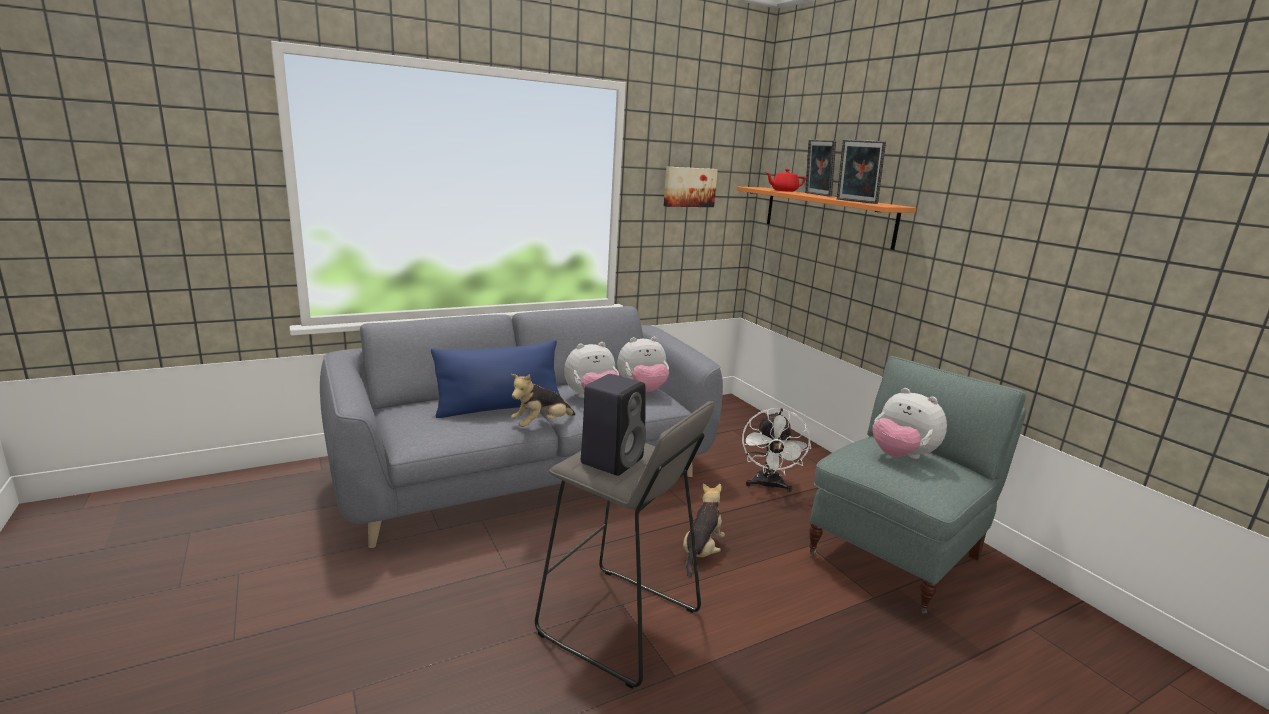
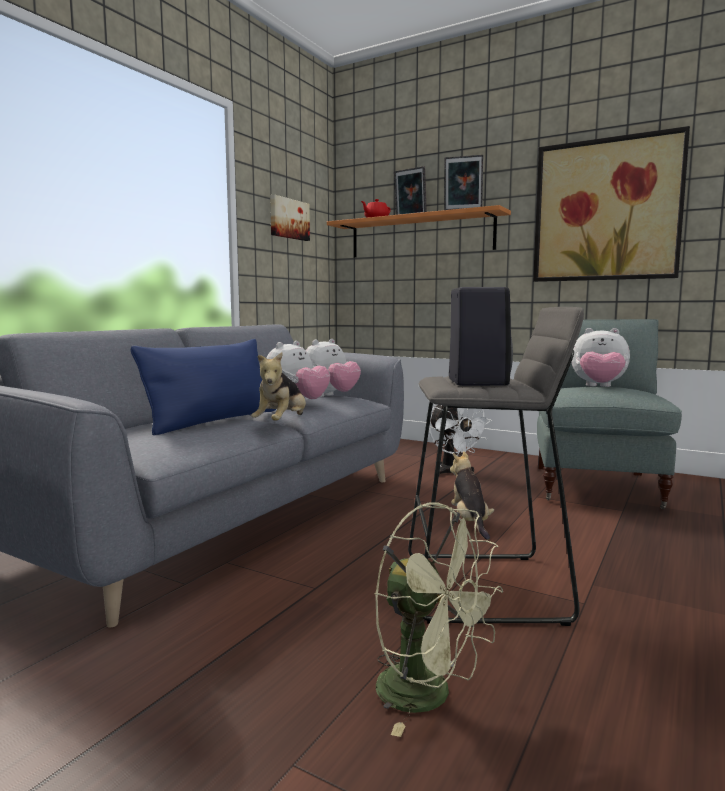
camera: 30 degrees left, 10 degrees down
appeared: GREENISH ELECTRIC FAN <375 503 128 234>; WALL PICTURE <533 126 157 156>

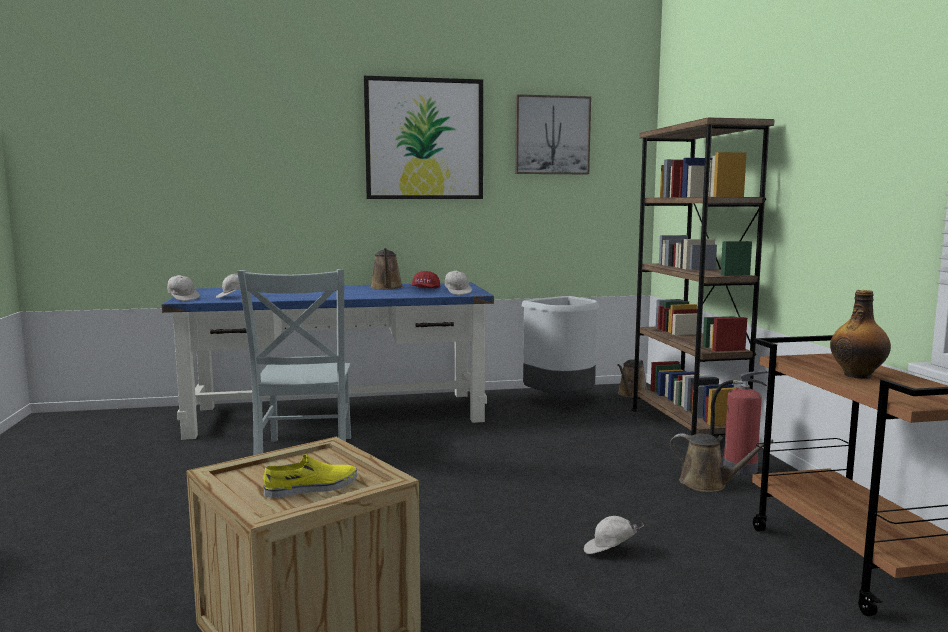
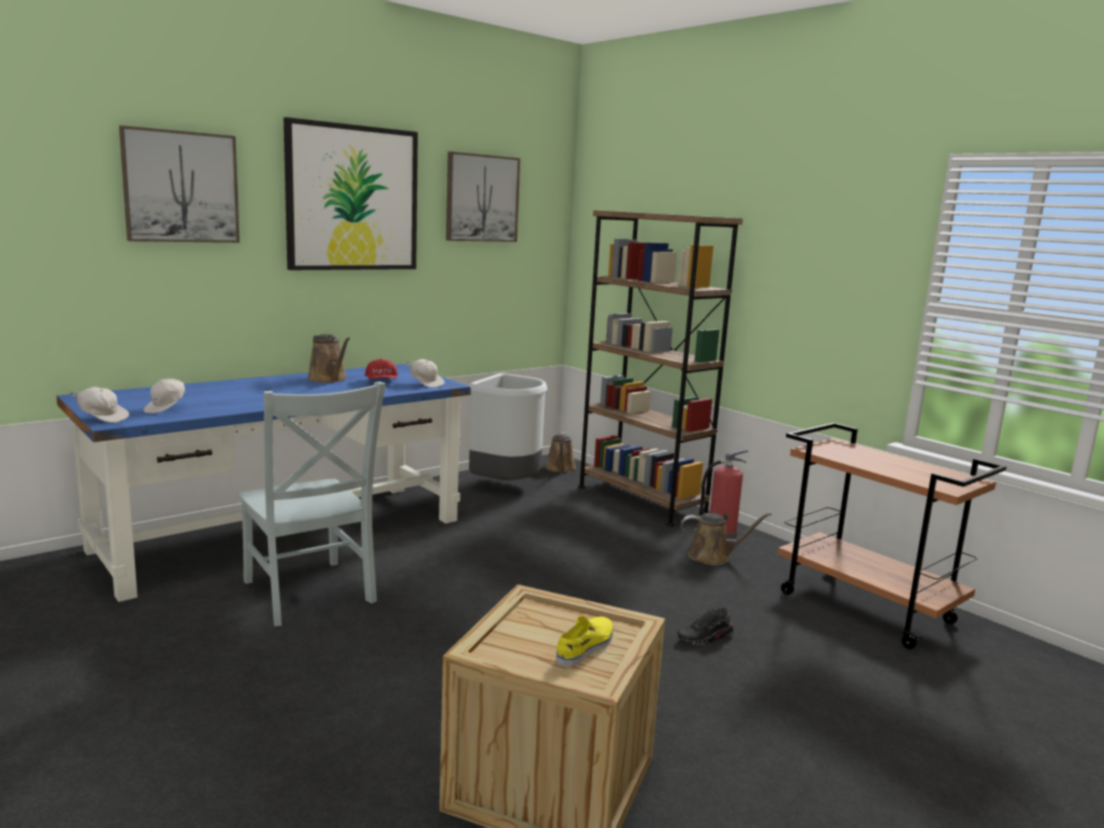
camera: 30 degrees left, 5 degrees up
missing: BOTTLE <830 290 61 89>
appeared: WALL PICTURE <119 125 121 118>
exchanged: WHITISH CAP <584 516 60 38> to BLACK-COLOURED ITEM OF FOOTWEAR <677 608 57 38>

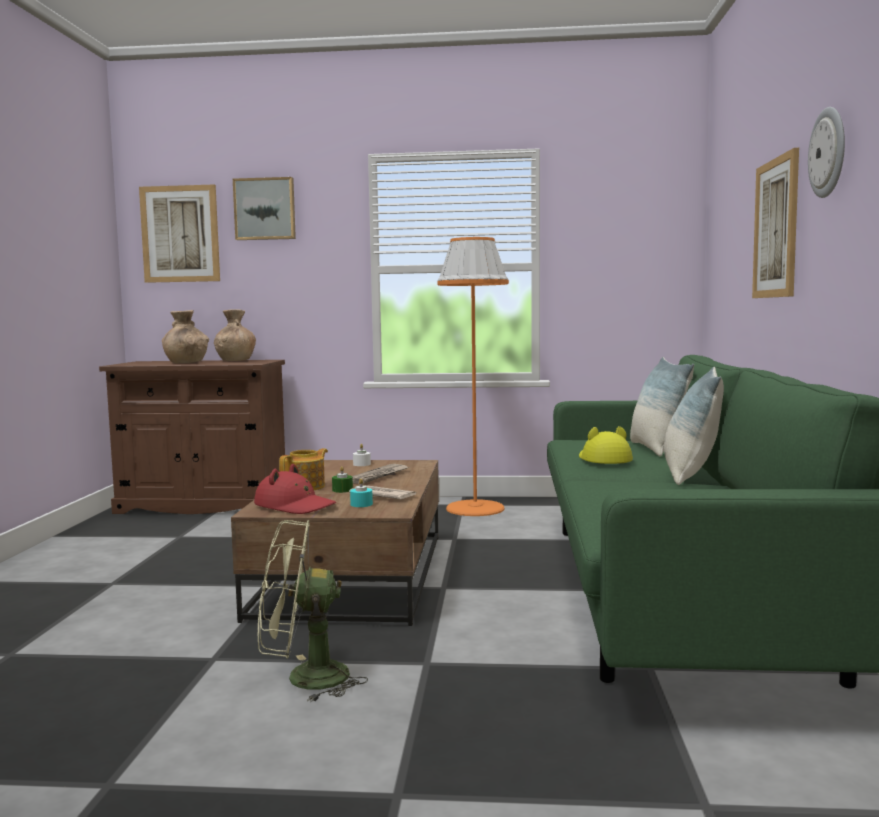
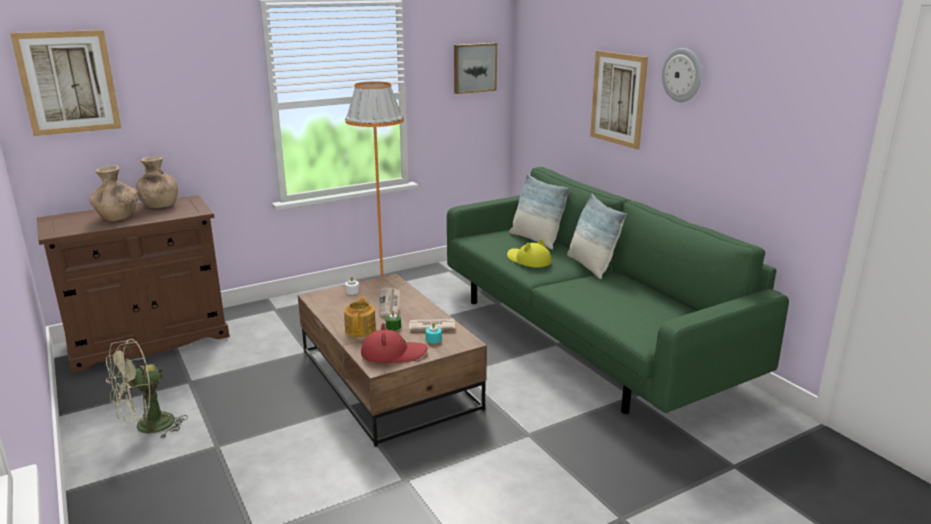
camera: 35 degrees left, 15 degrees up
relocated: GREENISH ELECTRIC FAN <258 520 110 183> to <106 339 82 100>; WALL PICTURE <233 177 63 63> to <454 43 43 51>

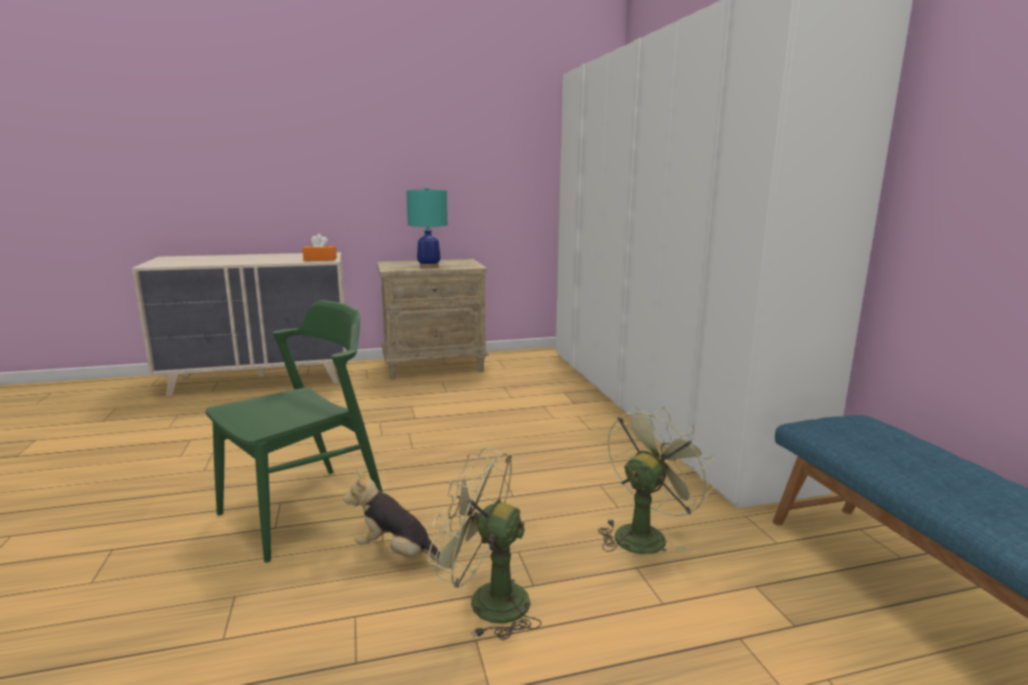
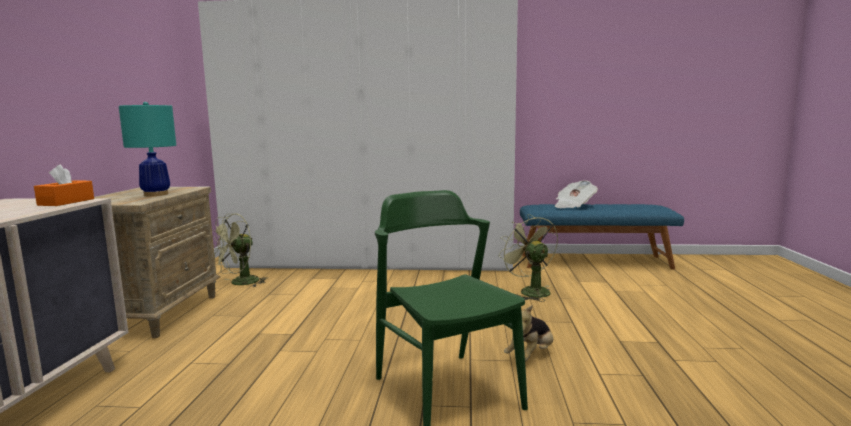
camera: 70 degrees left, 5 degrees down
appeared: PRINTED PAPER <555 180 43 28>
relocated: GREENISH ELECTRIC FAN <428 447 114 193> to <212 213 56 74>

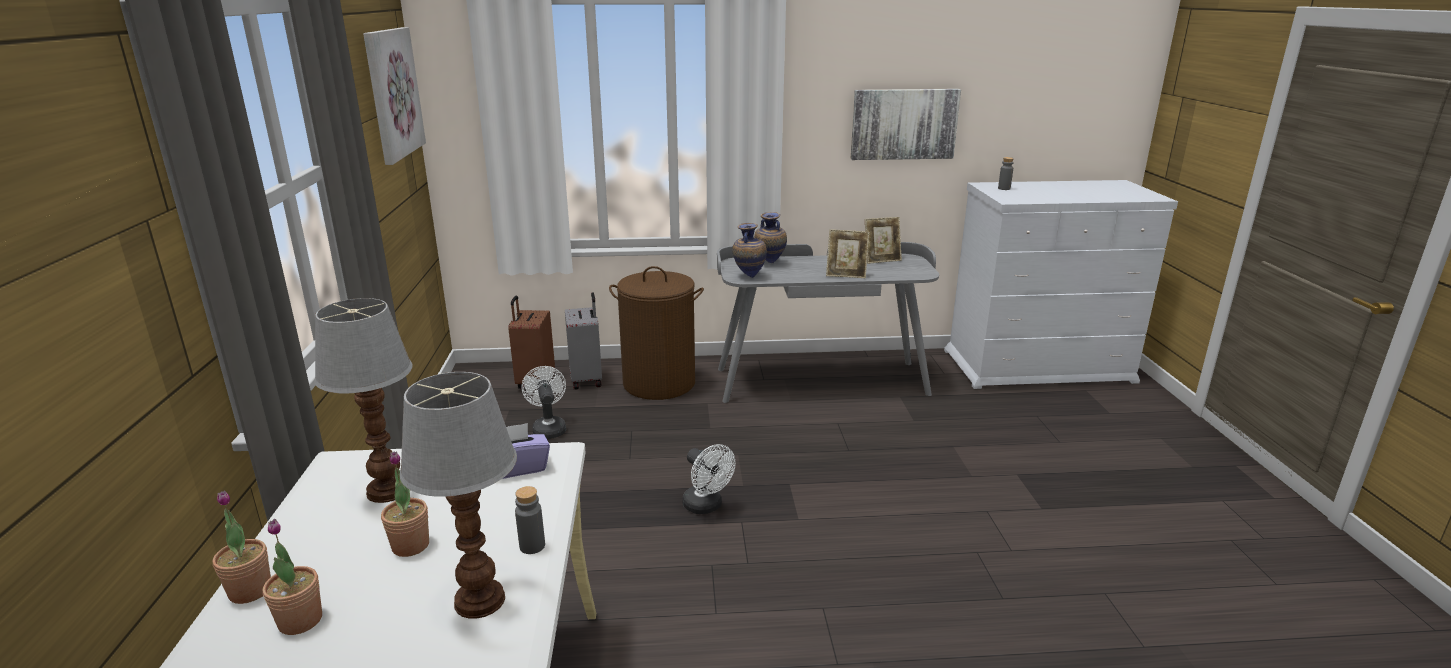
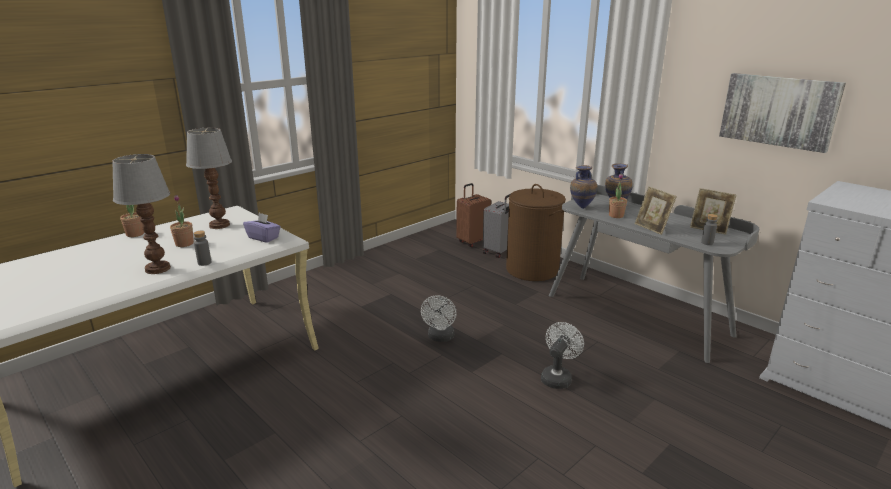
camera: 50 degrees right, 0 degrees up
missing: WALL PICTURE <363 27 63 138>
relocated: WHITISH ELECTRIC FAN <522 366 44 73> to <541 322 43 67>; PLANT IN A POT <262 519 60 116> to <609 174 18 44>; GRAY BOTTLE <998 157 16 33> to <701 214 17 31>

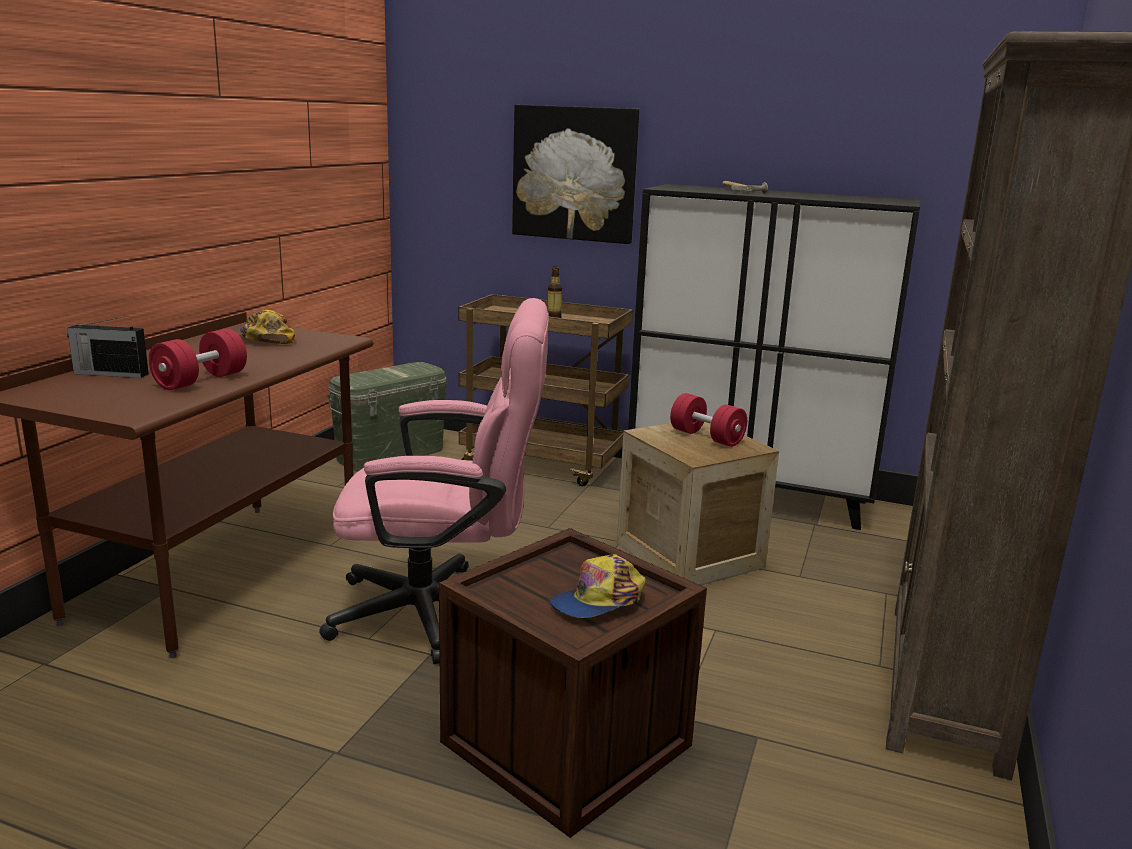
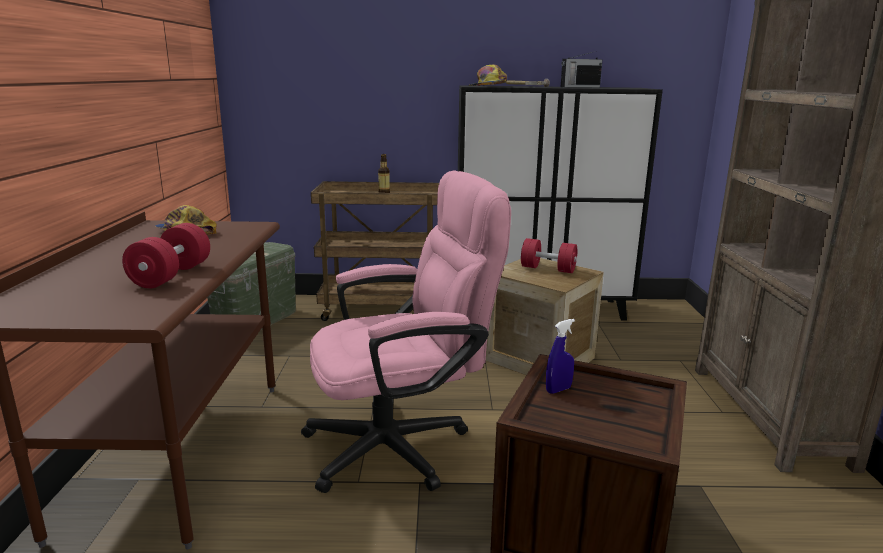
camera: 20 degrees left, 0 degrees up
missing: WALL PICTURE <512 105 127 139>
appeared: BLUE SPRAY BOTTLE <546 319 29 75>
relocated: CAP <549 554 97 64> to <468 65 39 21>; RADIO <67 316 82 62> to <561 51 42 37>

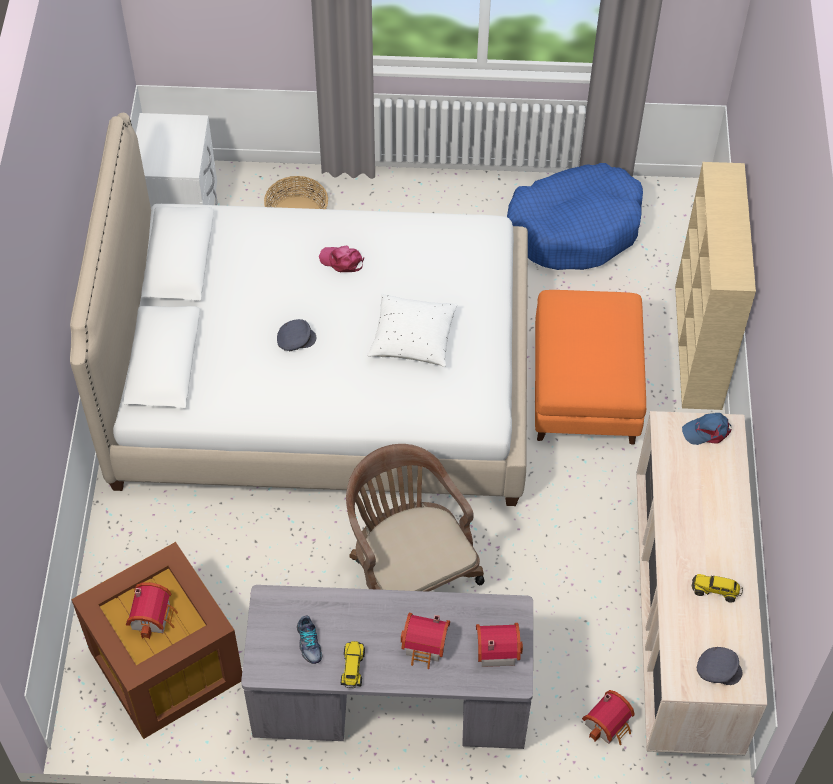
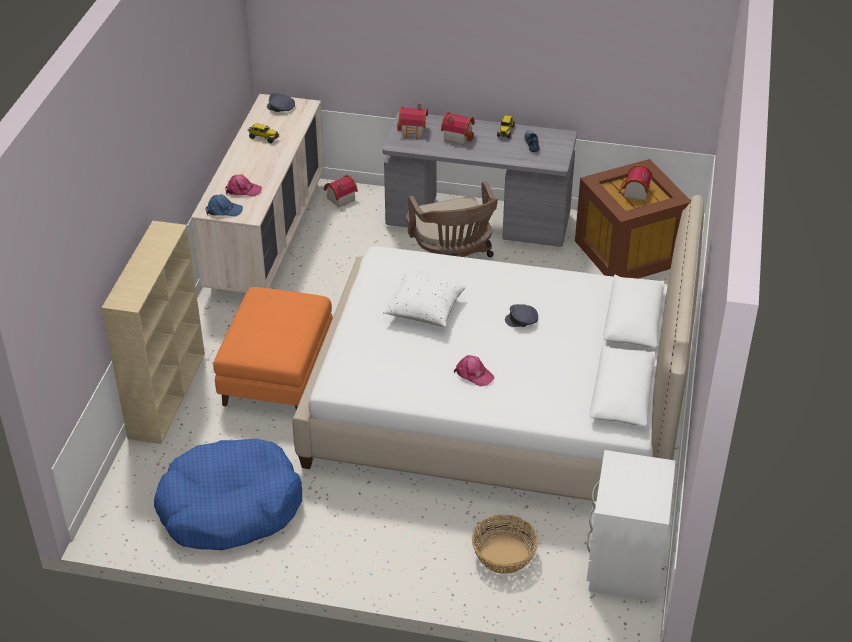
camera: 170 degrees left, 15 degrees down
appeared: PINK-COLOURED CAP <225 174 37 23>

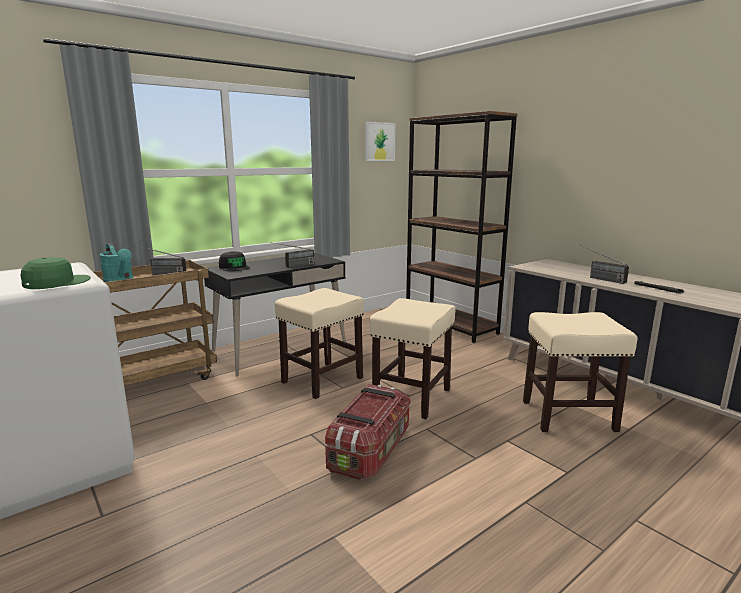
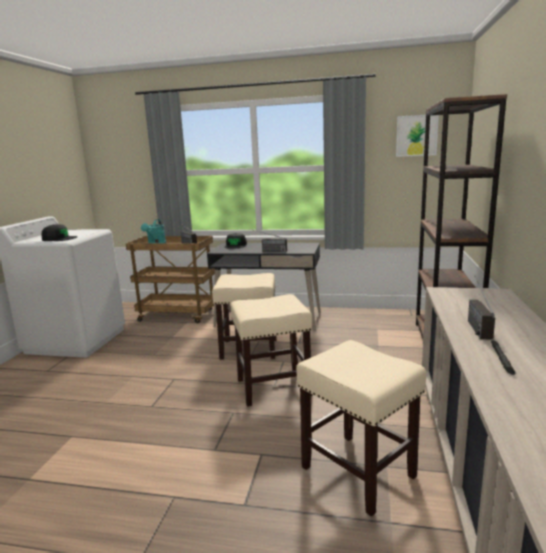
camera: 50 degrees right, 0 degrees up
missing: STORAGE CONTAINER <325 384 85 96>
colour: GREENISH CAP <20 257 71 32> to BLACK-COLOURED CAP <41 224 36 17>

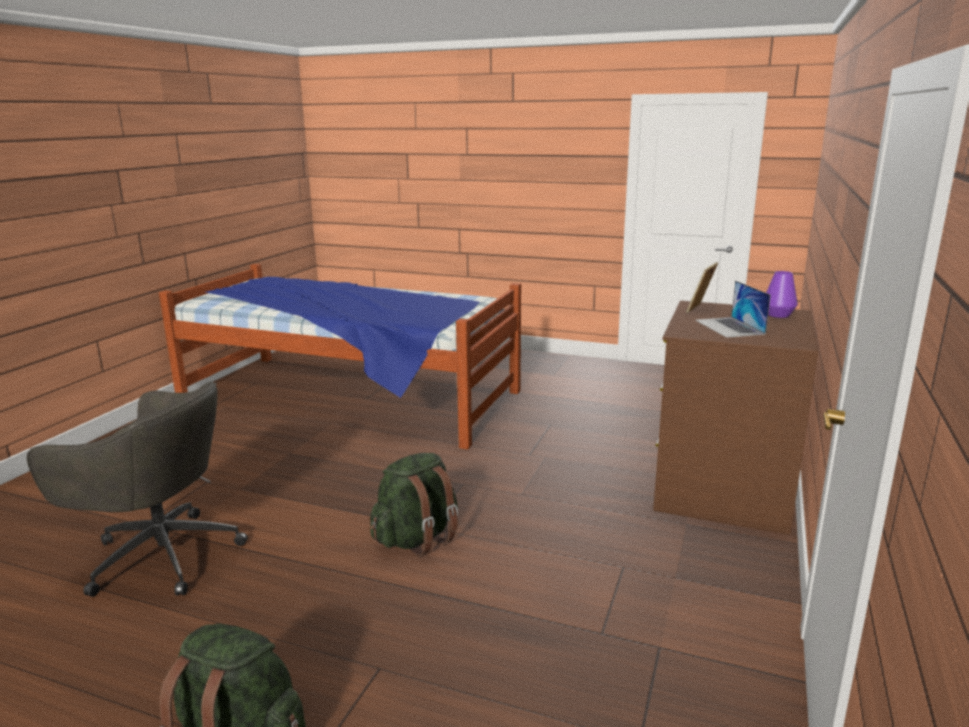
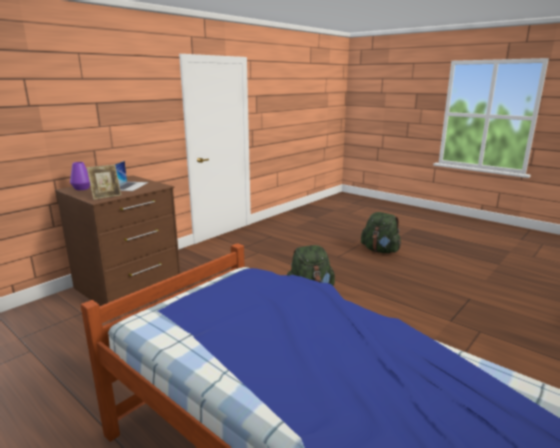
camera: 160 degrees left, 0 degrees up
missing: GRAY DESK CHAIR <27 382 221 215>

